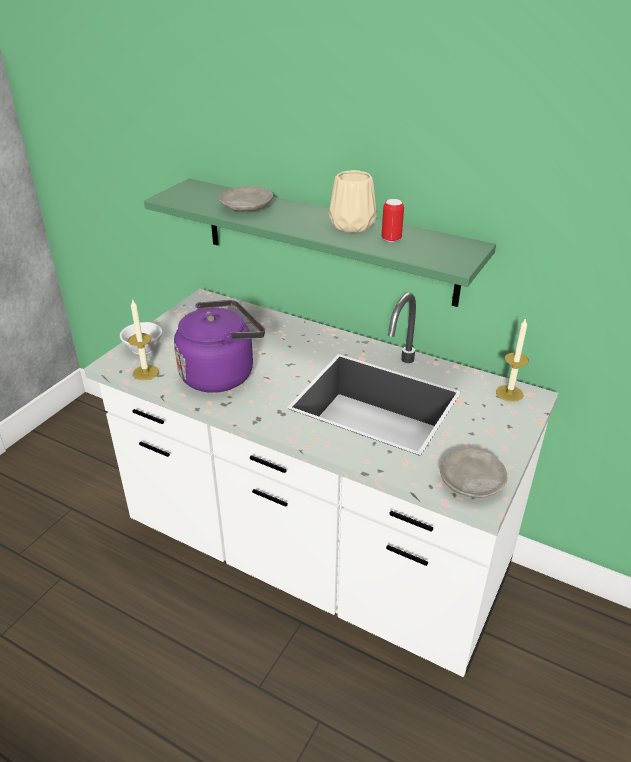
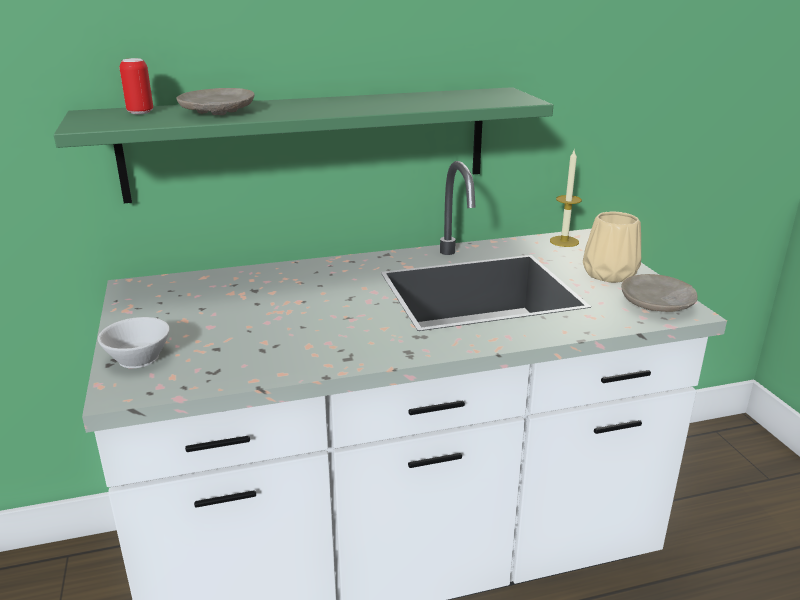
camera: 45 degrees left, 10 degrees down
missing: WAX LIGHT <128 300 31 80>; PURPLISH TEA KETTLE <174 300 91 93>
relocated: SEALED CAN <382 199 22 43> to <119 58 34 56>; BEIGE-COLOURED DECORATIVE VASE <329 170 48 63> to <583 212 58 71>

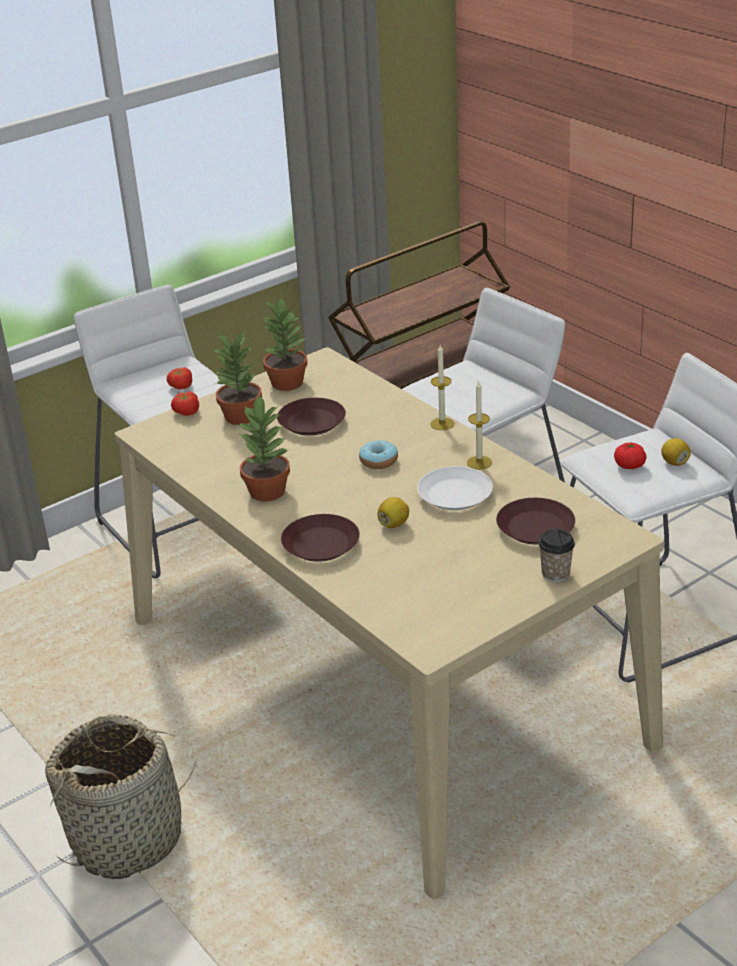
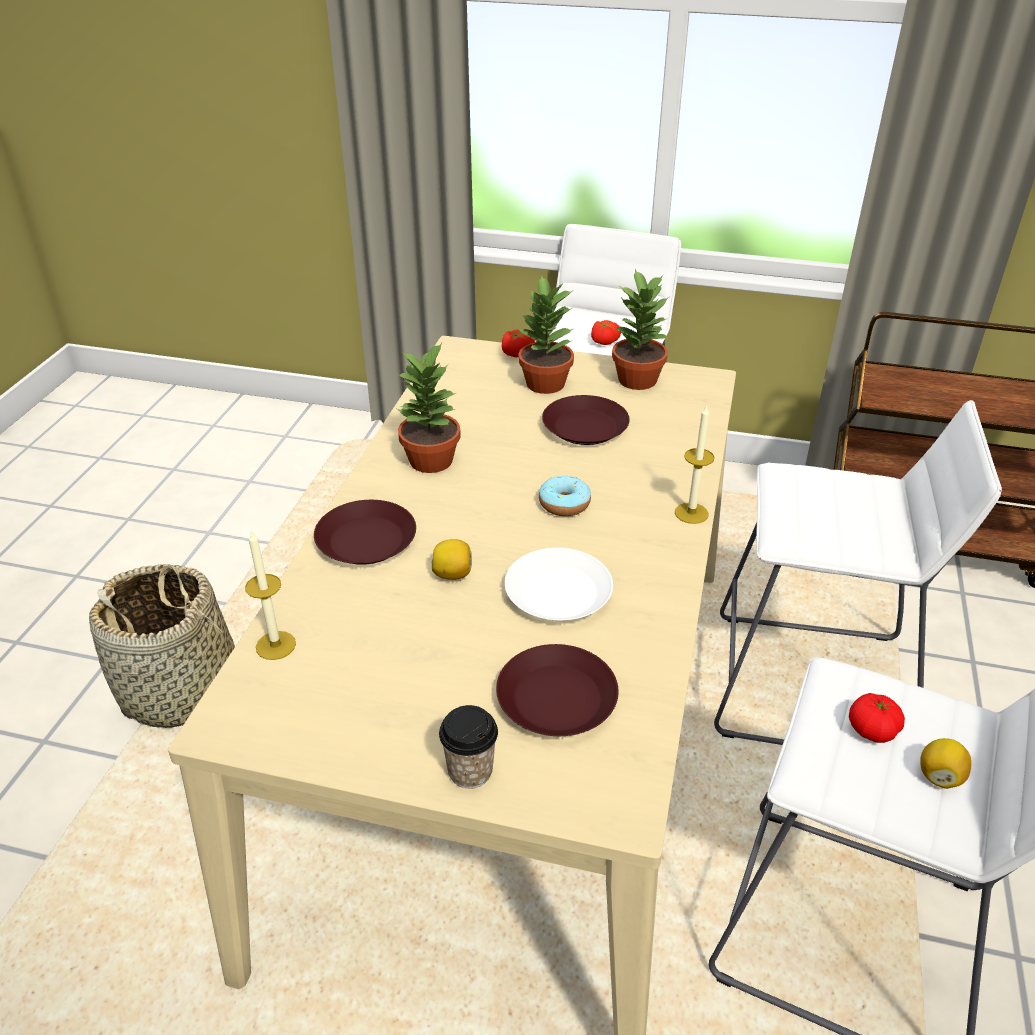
camera: 50 degrees right, 5 degrees up
relocated: WAX LIGHT <467 380 25 90> to <245 530 51 130>

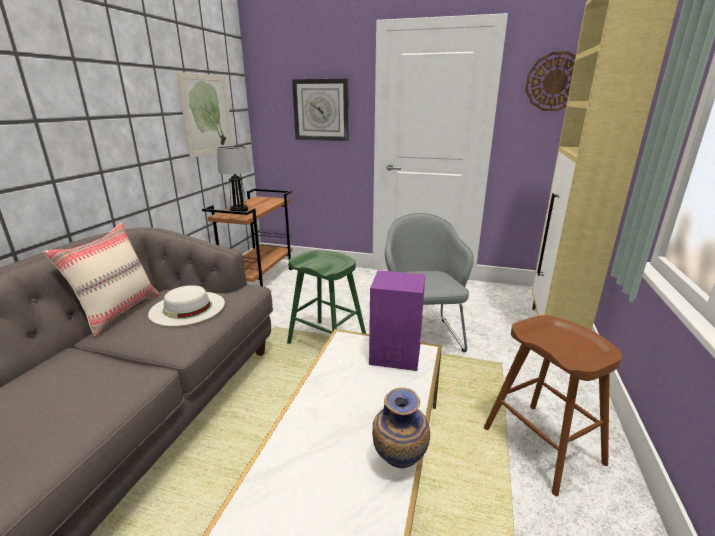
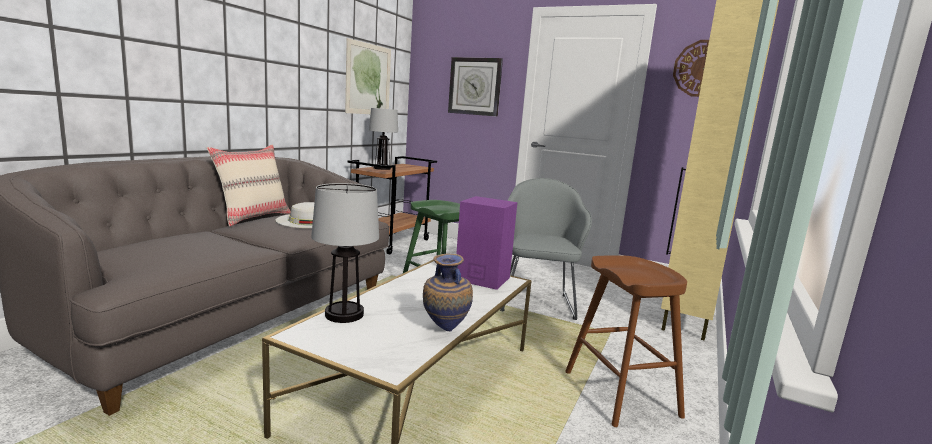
camera: 10 degrees right, 10 degrees down
appeared: TABLETOP LAMP <311 183 68 140>

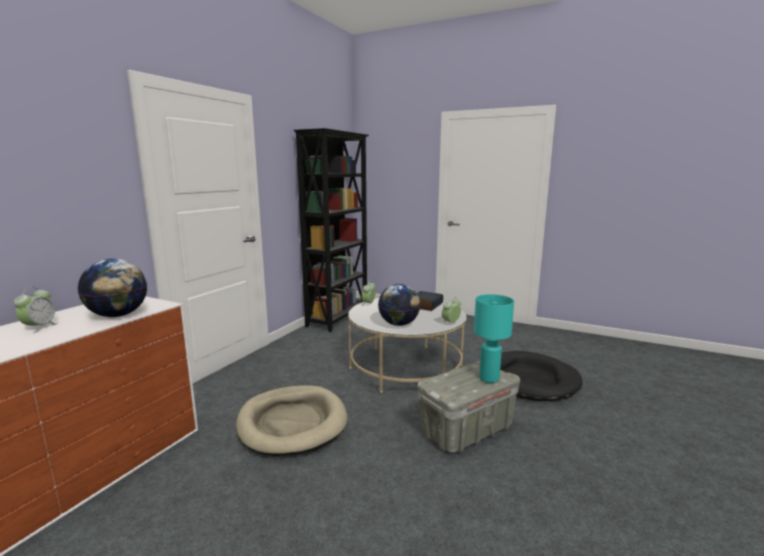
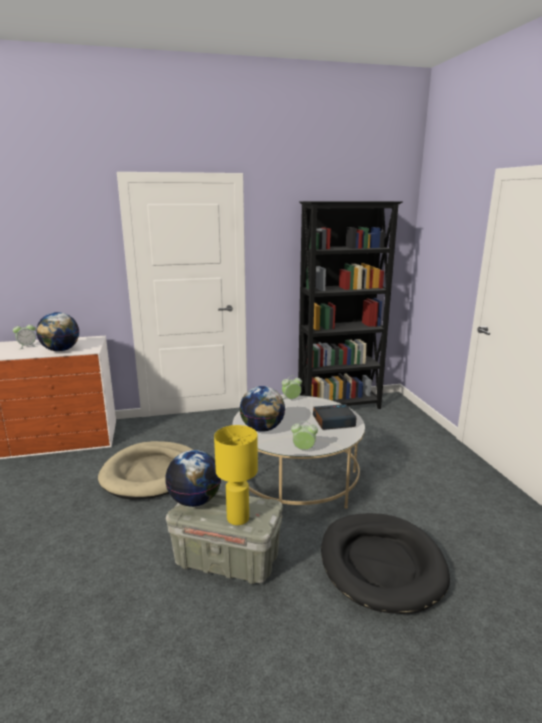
camera: 50 degrees right, 5 degrees up
appeared: DESK GLOBE <165 450 56 57>
colour: TURQUOISE TABLETOP LAMP <474 294 40 89> to YELLOW TABLETOP LAMP <214 425 44 100>

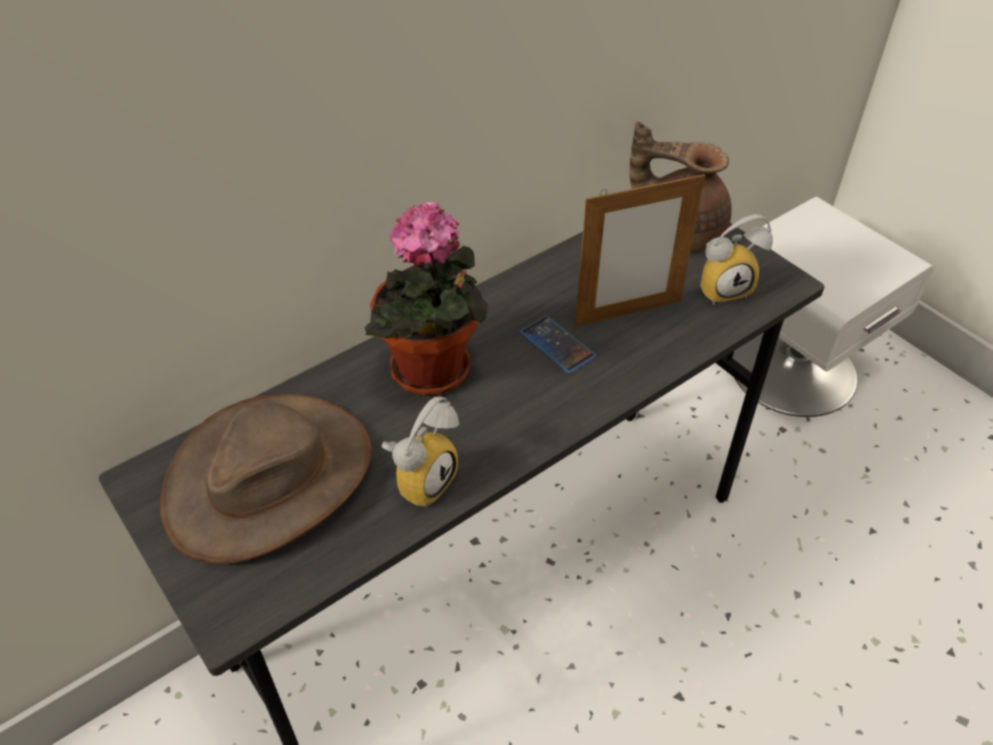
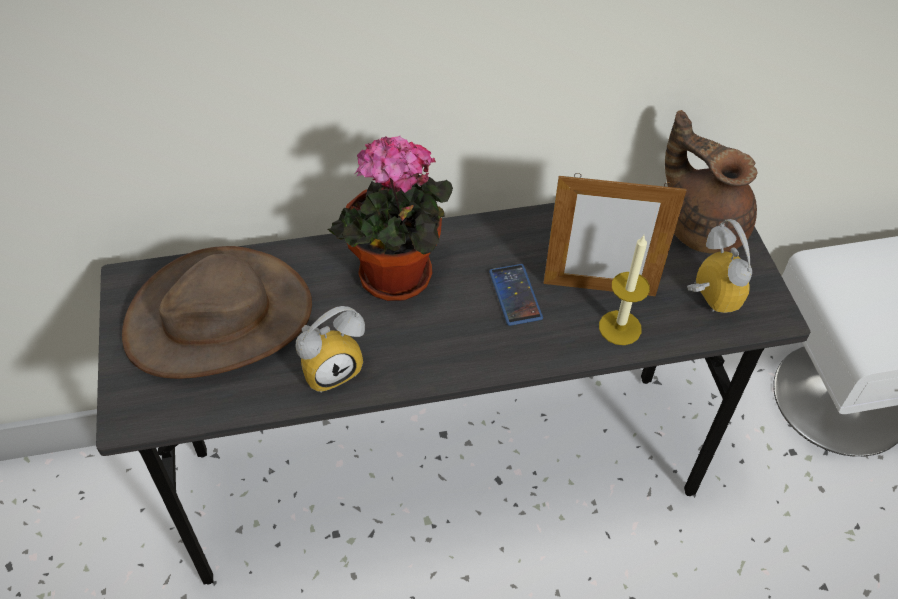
camera: 25 degrees right, 5 degrees up
appeared: WAX LIGHT <599 236 51 109>
spun: ALARM CLOCK <700 214 73 91> = <687 219 65 94> 120 degrees counterclockwise

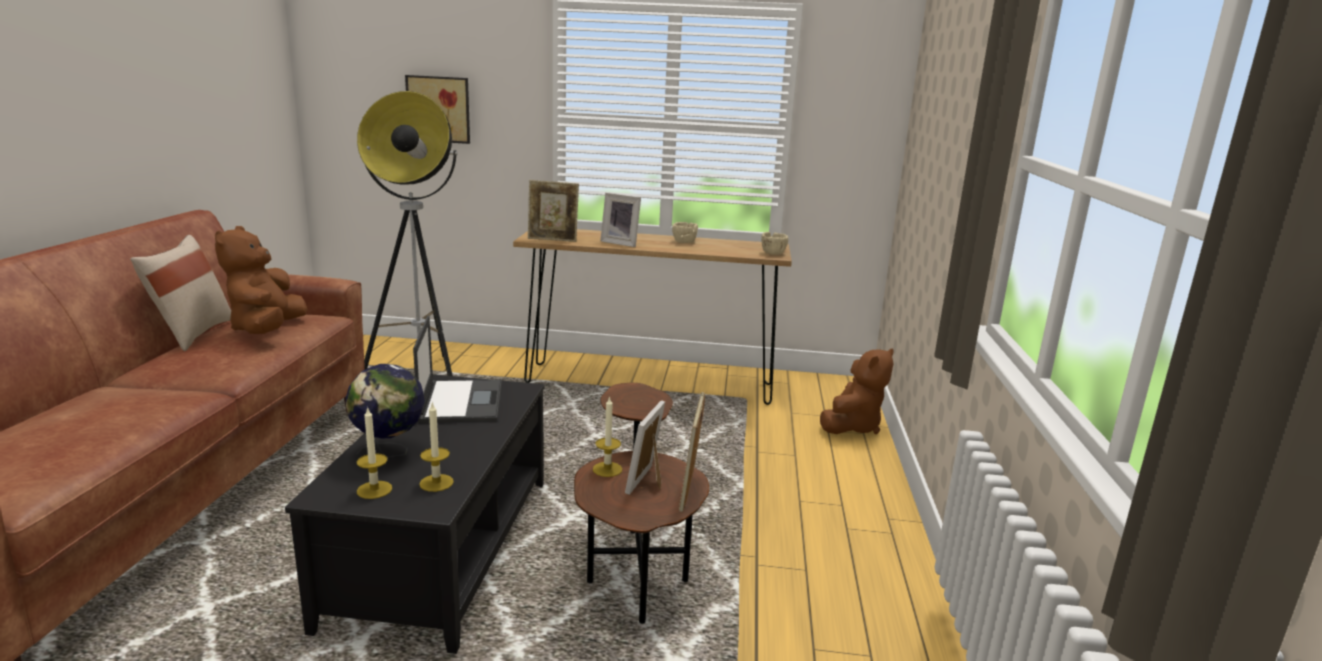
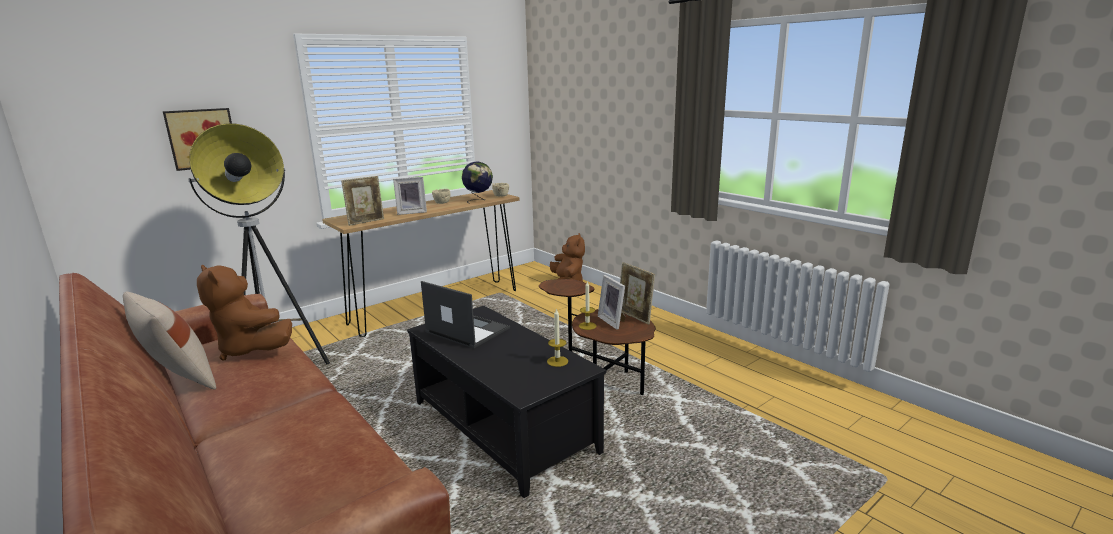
camera: 45 degrees left, 0 degrees up
missing: WAX LIGHT <357 407 35 92>
relocated: DESK GLOBE <345 364 80 94> to <462 161 31 42>

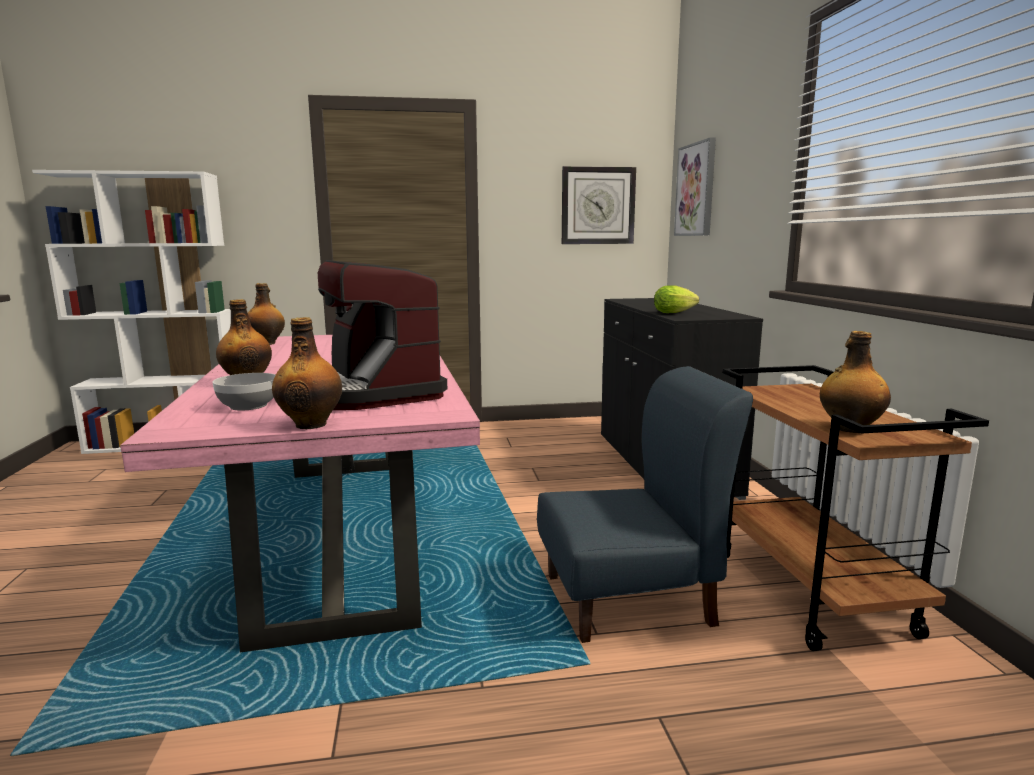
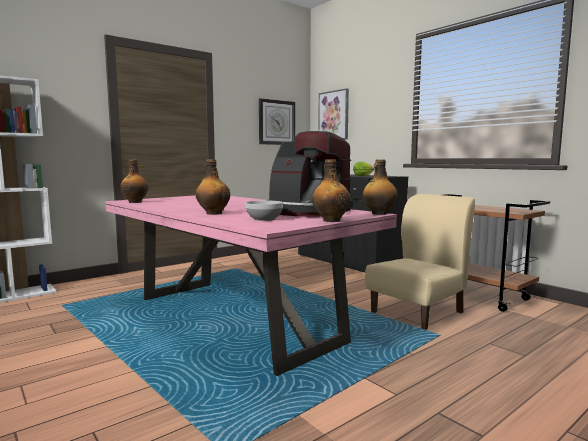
camera: 30 degrees left, 5 degrees down
relocated: BOTTLE <820 331 71 102> to <363 159 34 56>
colour: BLUE CHAIR <537 366 216 277> to BEIGE-COLOURED CHAIR <365 194 110 136>

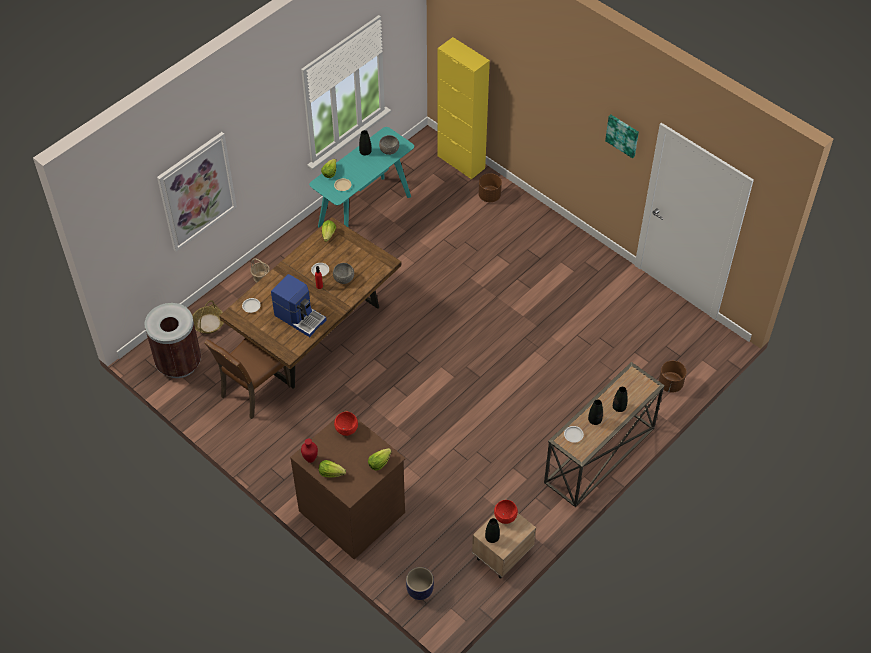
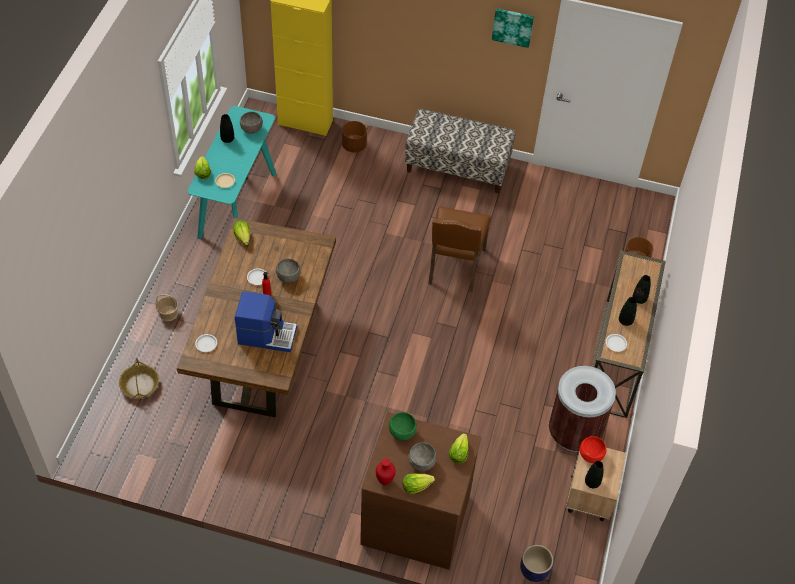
camera: 30 degrees left, 0 degrees up
missing: WALL PICTURE <157 132 80 119>
appeared: LONG SEAT <405 109 110 84>; GRAY SERVING BOWL <408 442 28 29>
relocated: BROWN CHAIR <204 338 87 81> to <428 206 63 87>; BROWN TRASH CAN <145 303 56 75> to <549 366 67 86>
colour: RED SERVING BOWL <334 412 24 24> to GREENISH SERVING BOWL <389 412 28 28>

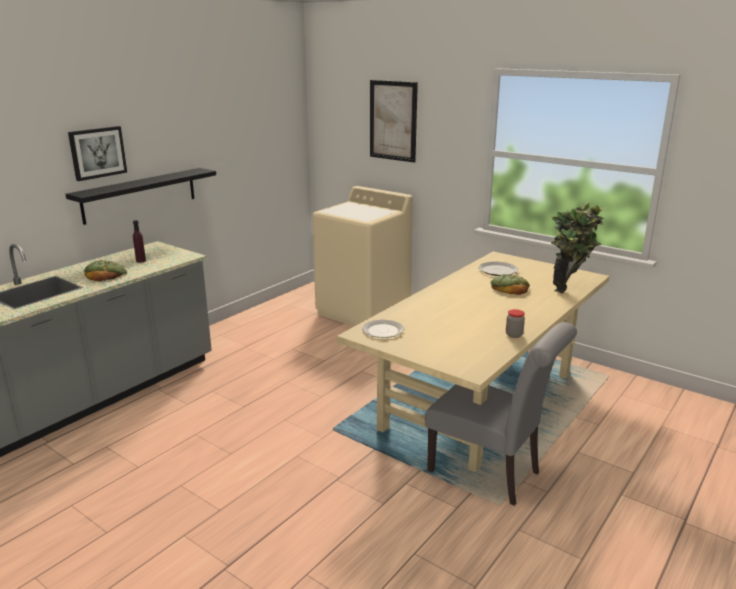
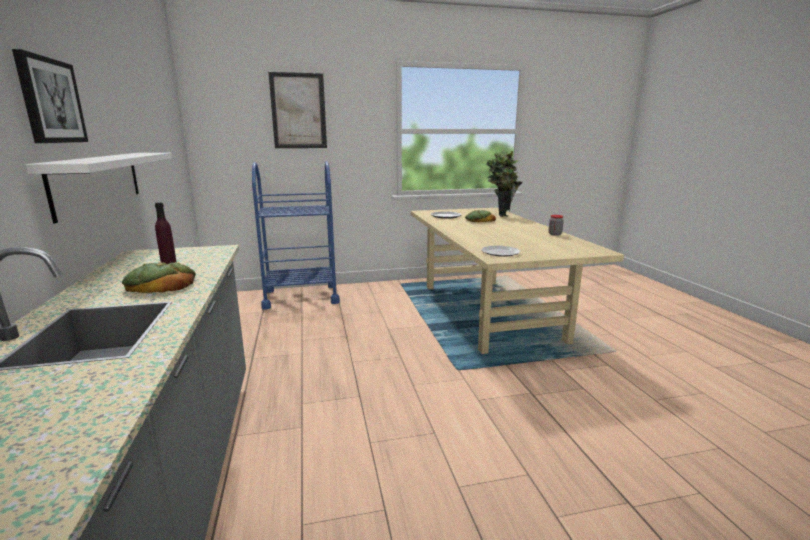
camera: 50 degrees left, 5 degrees down
missing: GRAY CHAIR <425 322 152 184>
exchanged: BEIGE-COLOURED LAUNDRY MACHINE <312 186 101 140> to BLUE TROLLEY <252 161 88 149>
colour: BLACK-COLOURED SHELF <65 168 151 57> to WHITISH SHELF <26 153 146 70>

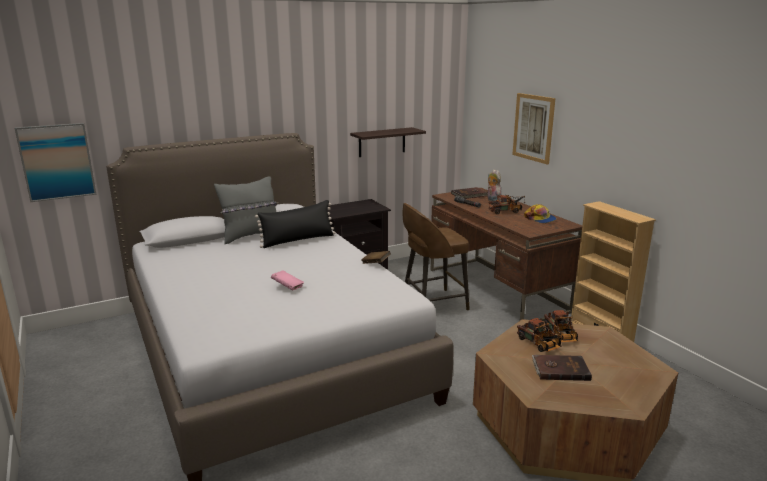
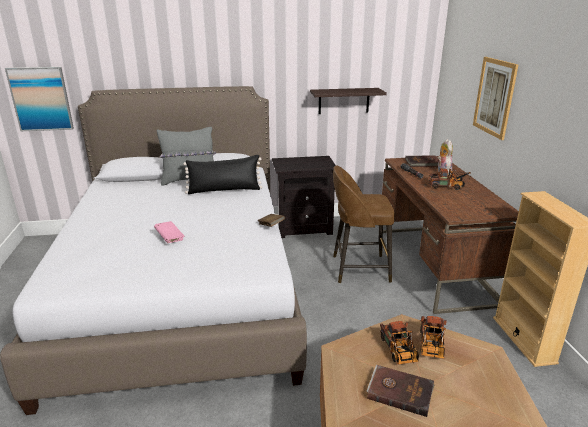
camera: 20 degrees right, 5 degrees up
missing: CAP <524 204 33 19>

